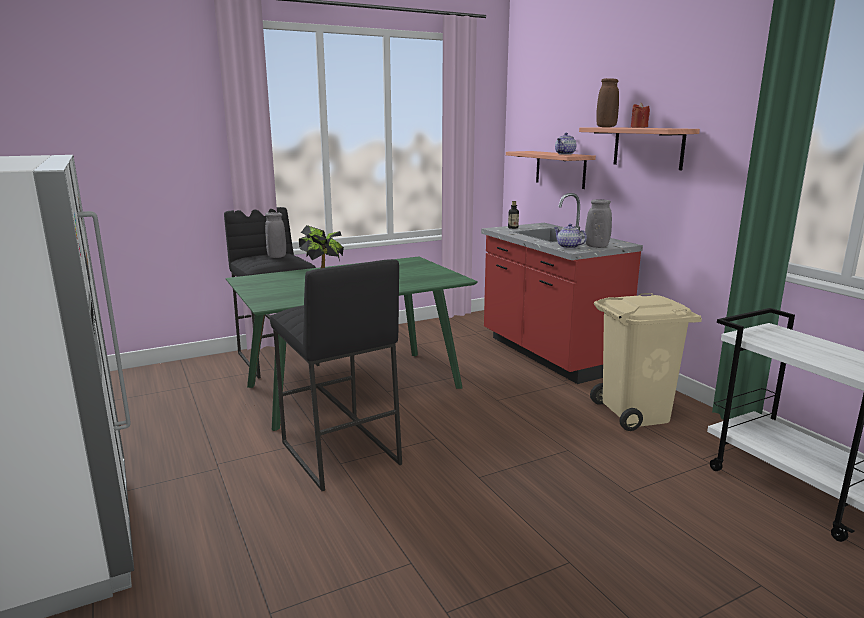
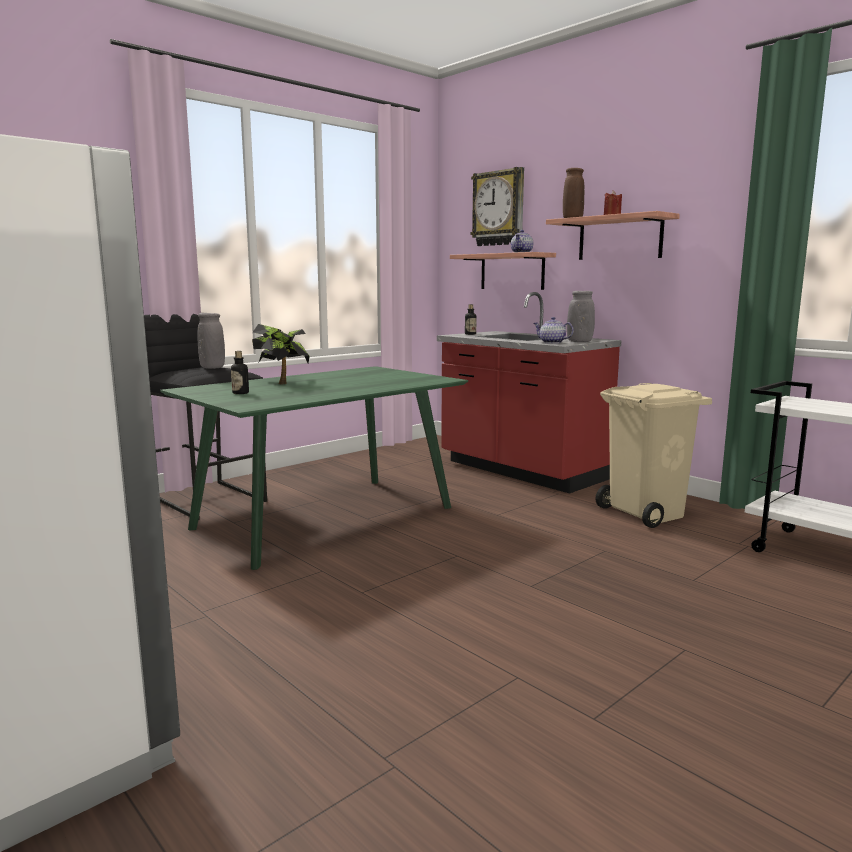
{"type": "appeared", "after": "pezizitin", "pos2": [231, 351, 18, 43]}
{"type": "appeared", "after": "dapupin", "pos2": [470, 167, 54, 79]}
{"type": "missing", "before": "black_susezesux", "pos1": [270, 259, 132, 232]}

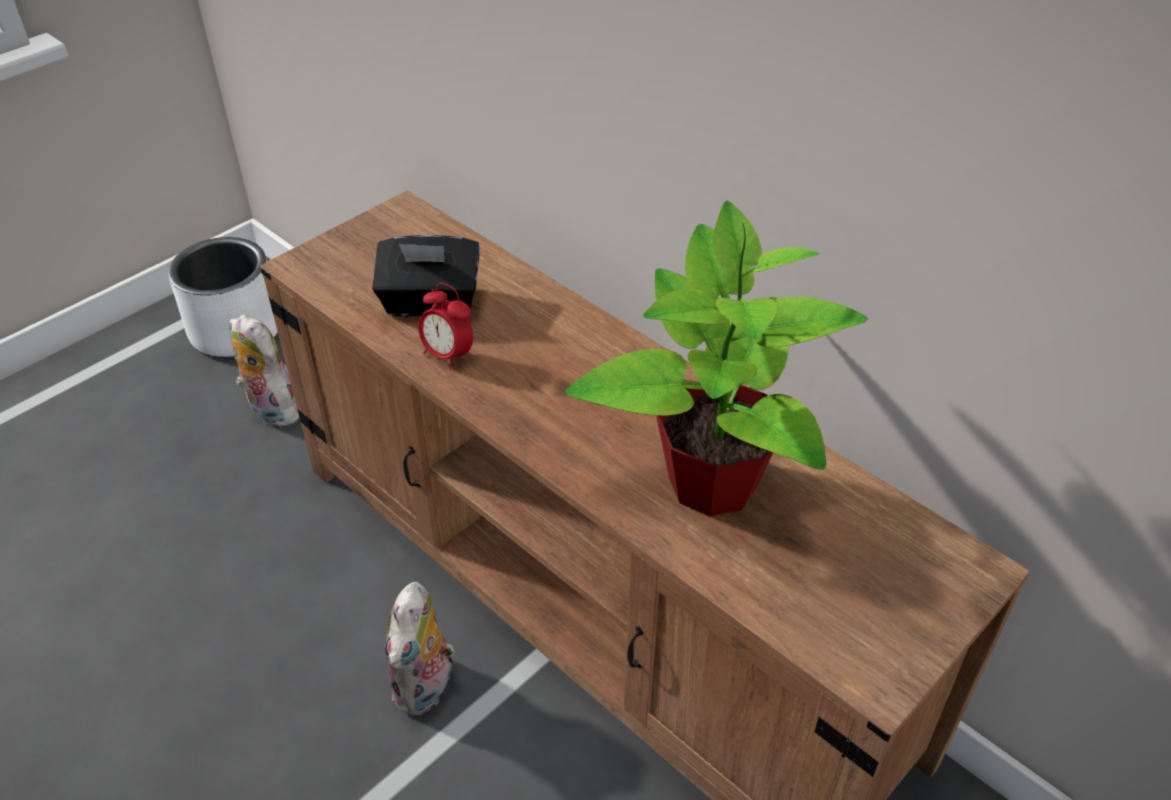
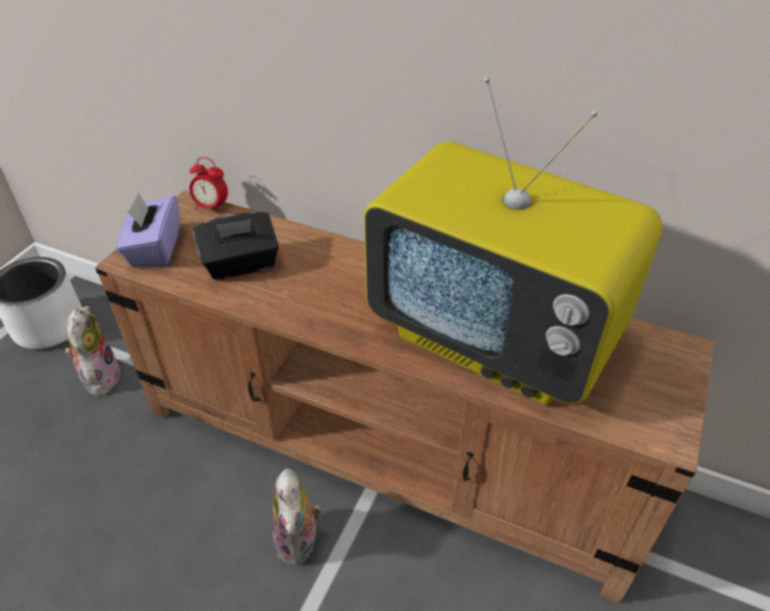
{"type": "spun", "before": "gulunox", "pos1": [229, 314, 70, 113], "pos2": [65, 306, 56, 90], "turn": 60}
{"type": "appeared", "after": "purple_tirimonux", "pos2": [116, 192, 63, 75]}
{"type": "relocated", "before": "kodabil", "pos1": [418, 283, 55, 87], "pos2": [189, 157, 39, 57]}
{"type": "exchanged", "before": "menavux", "after": "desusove", "pos1": [565, 201, 303, 315], "pos2": [364, 77, 298, 328]}

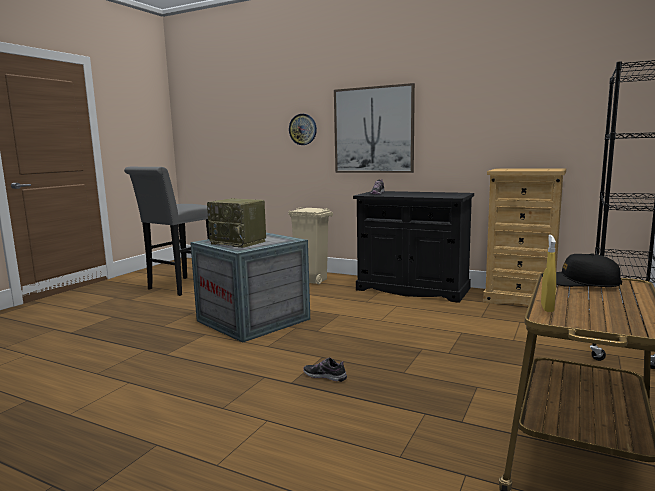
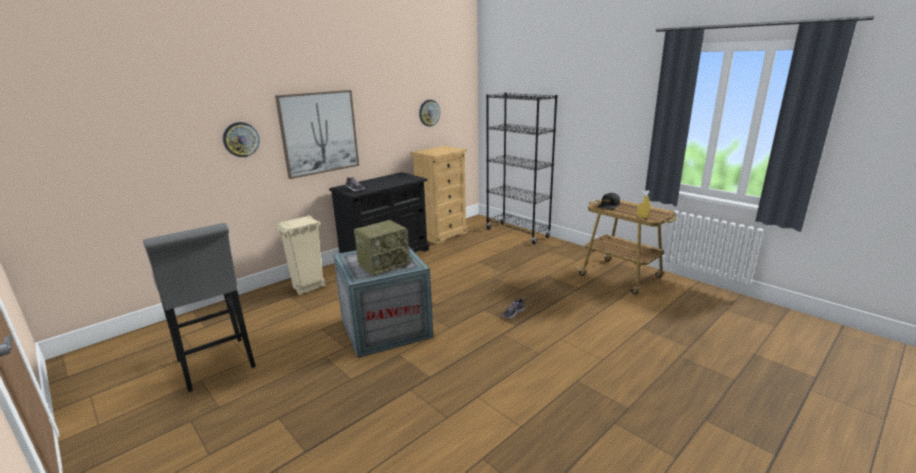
{"type": "appeared", "after": "dapupin", "pos2": [419, 100, 21, 26]}

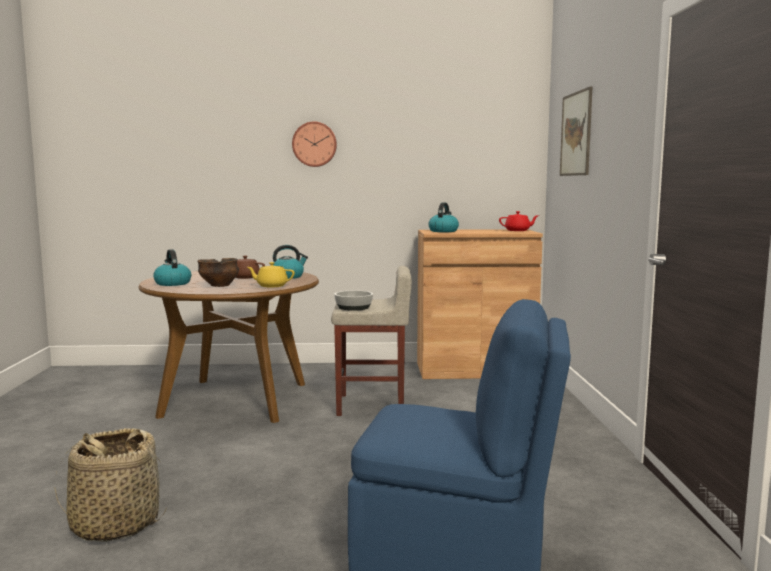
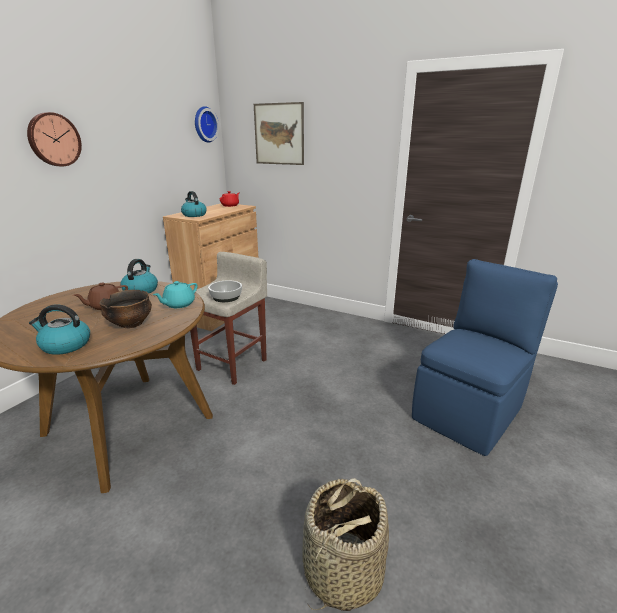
{"type": "colour", "before": "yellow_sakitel", "after": "turquoise_sakitel", "pos1": [247, 262, 48, 25], "pos2": [153, 281, 44, 27]}
{"type": "appeared", "after": "dapupin", "pos2": [195, 106, 24, 37]}

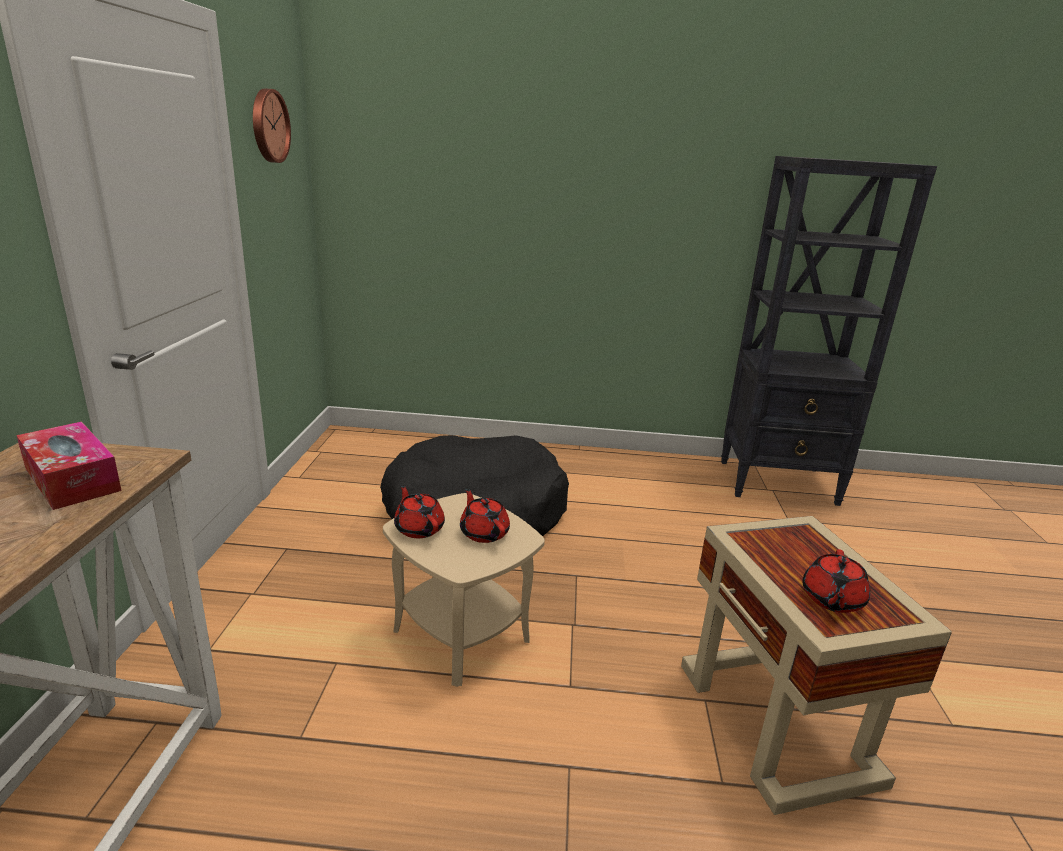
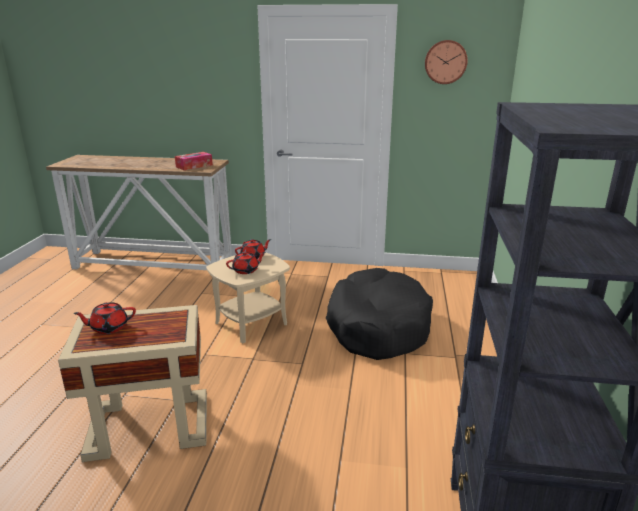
{"type": "spun", "before": "red_sakitel", "pos1": [802, 549, 68, 64], "pos2": [73, 302, 63, 32], "turn": -45}

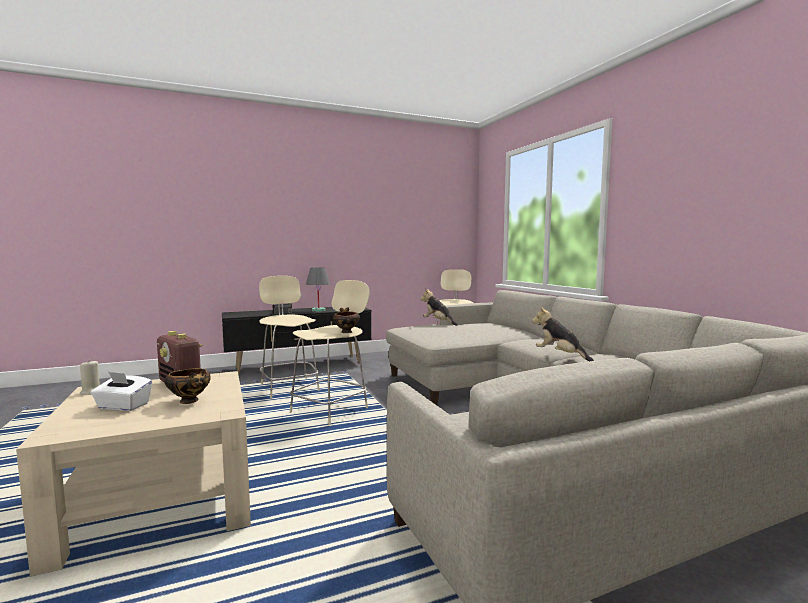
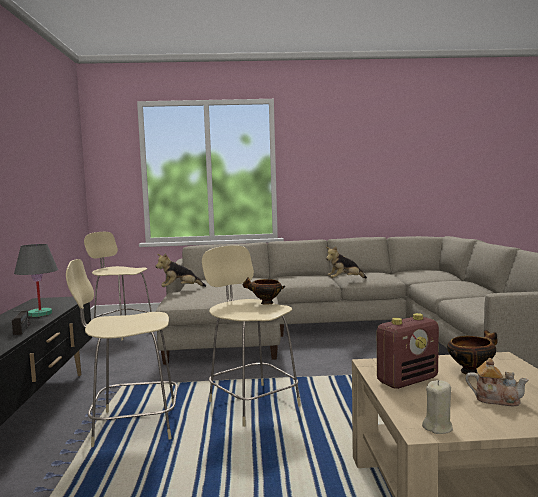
{"type": "exchanged", "before": "white_tirimonux", "after": "sakitel", "pos1": [91, 372, 61, 39], "pos2": [466, 358, 63, 48]}

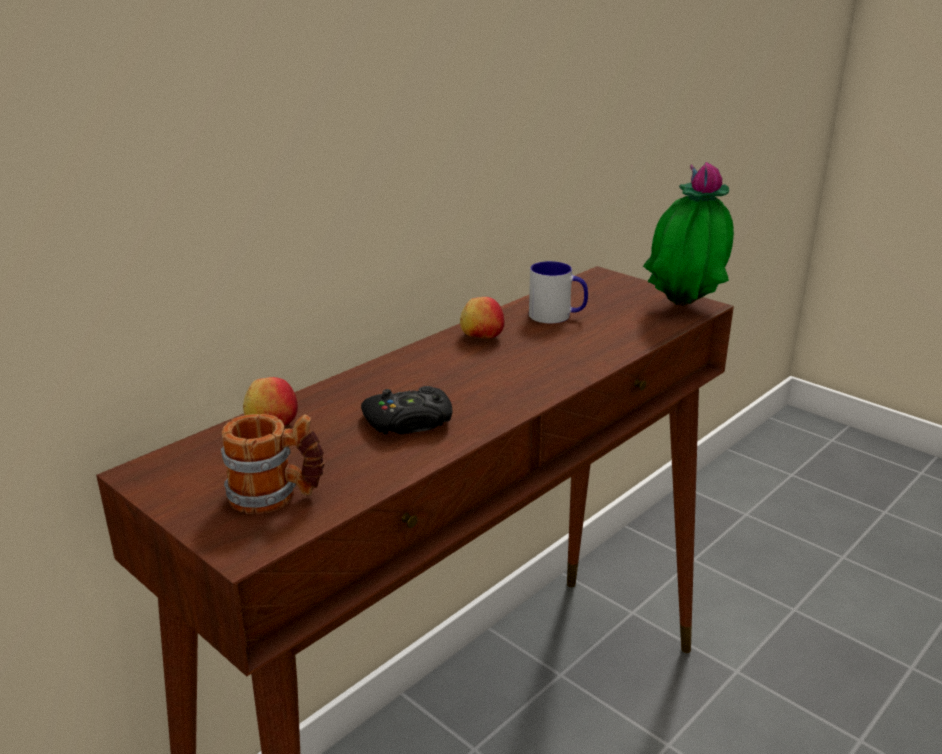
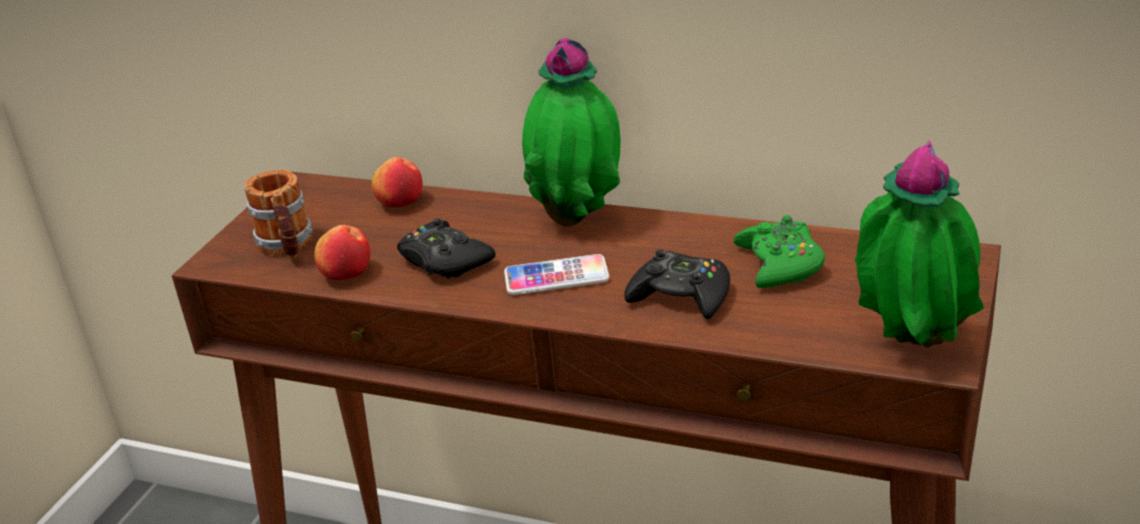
{"type": "relocated", "before": "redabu", "pos1": [460, 297, 44, 42], "pos2": [314, 225, 57, 55]}
{"type": "appeared", "after": "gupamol", "pos2": [504, 254, 105, 41]}
{"type": "appeared", "after": "menavux", "pos2": [522, 38, 99, 189]}
{"type": "appeared", "after": "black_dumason", "pos2": [624, 249, 106, 71]}
{"type": "exchanged", "before": "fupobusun", "after": "green_dumason", "pos1": [529, 261, 59, 62], "pos2": [733, 215, 92, 73]}

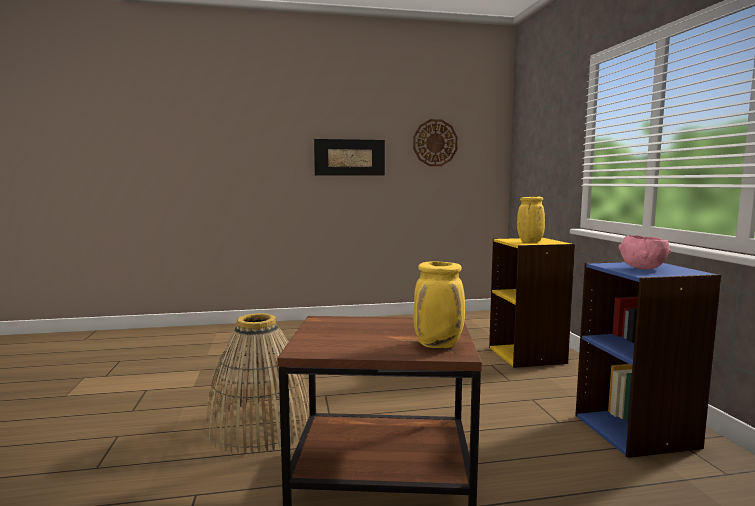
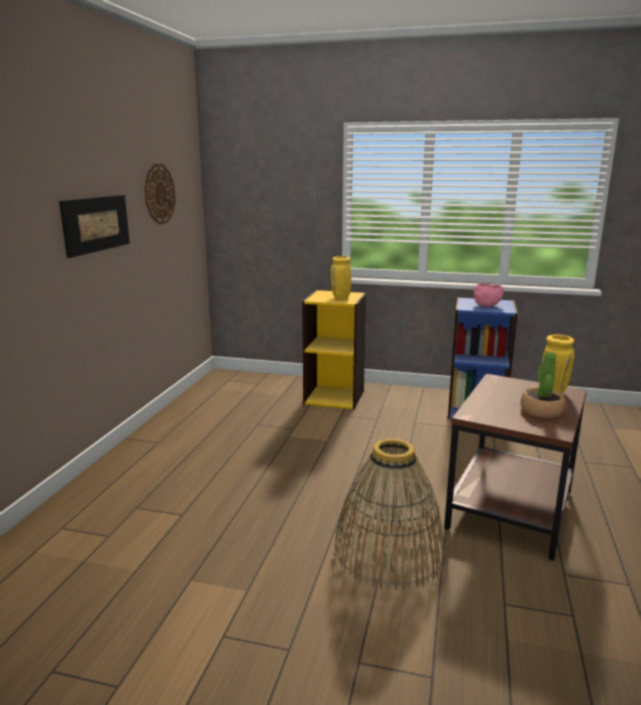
{"type": "appeared", "after": "menavux", "pos2": [521, 351, 45, 67]}

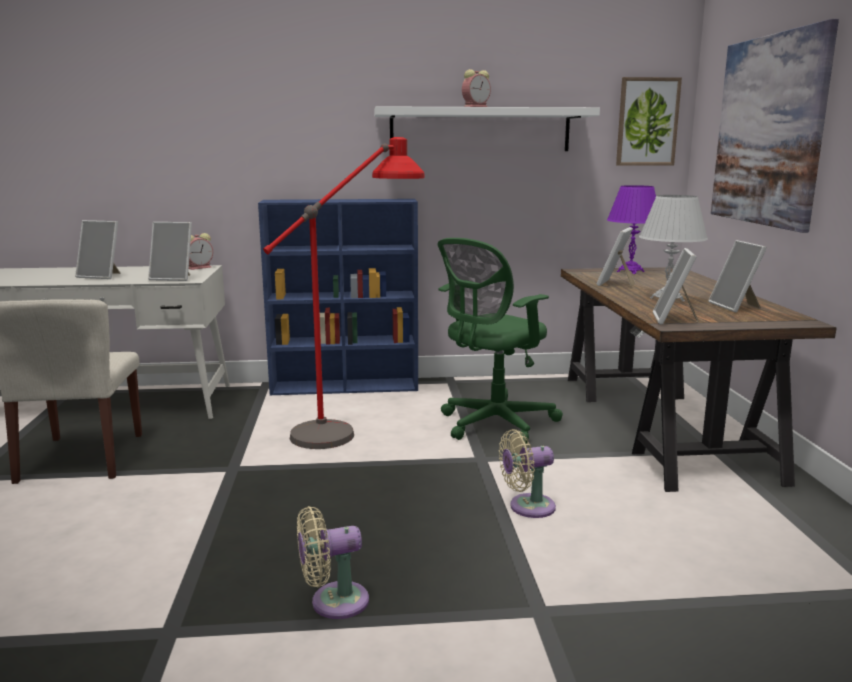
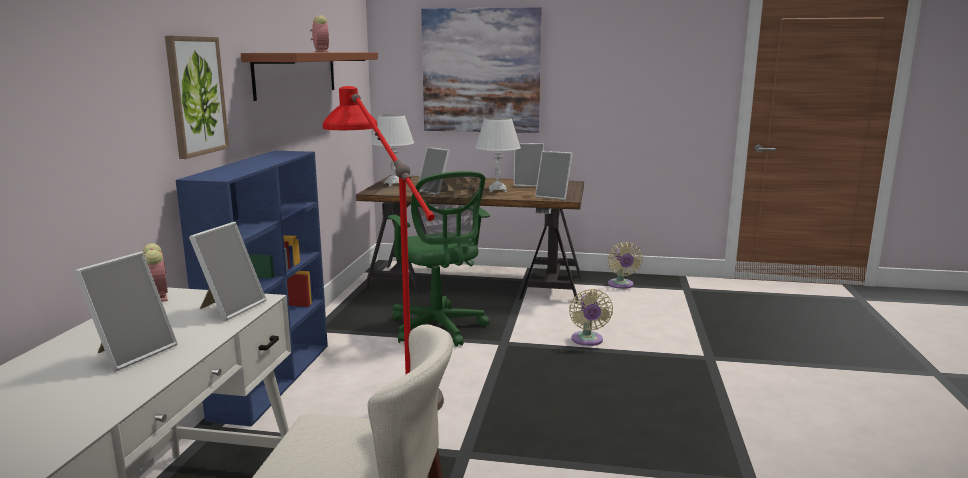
{"type": "relocated", "before": "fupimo", "pos1": [616, 77, 66, 89], "pos2": [165, 36, 64, 123]}
{"type": "colour", "before": "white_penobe", "after": "brown_penobe", "pos1": [374, 106, 226, 45], "pos2": [241, 53, 137, 48]}
{"type": "colour", "before": "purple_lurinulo", "after": "white_lurinulo", "pos1": [607, 185, 49, 89], "pos2": [371, 114, 43, 72]}
{"type": "relocated", "before": "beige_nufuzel", "pos1": [297, 506, 72, 113], "pos2": [608, 242, 35, 47]}

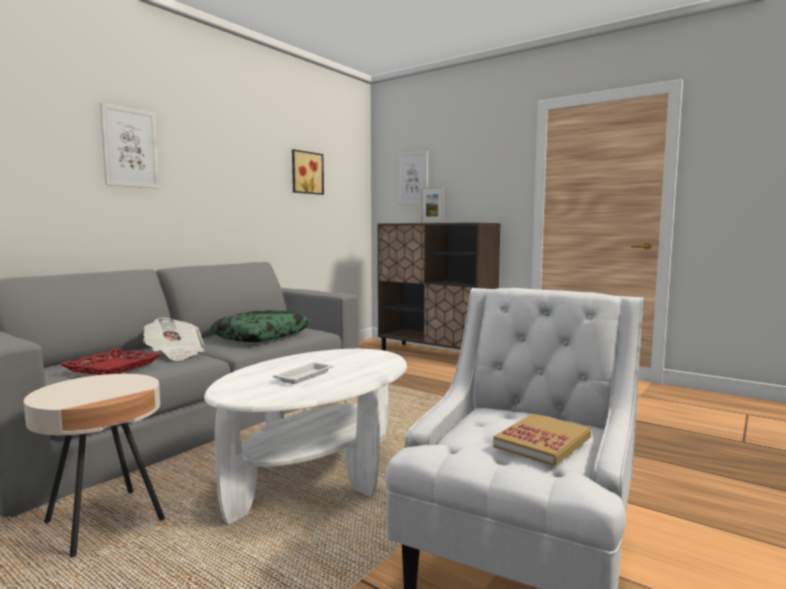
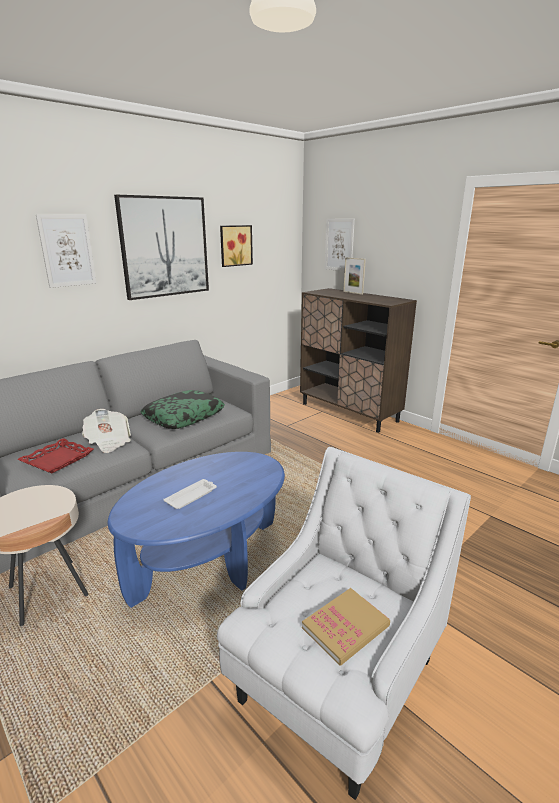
{"type": "colour", "before": "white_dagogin", "after": "blue_dagogin", "pos1": [204, 349, 203, 175], "pos2": [108, 452, 177, 156]}
{"type": "appeared", "after": "fupimo", "pos2": [114, 195, 95, 105]}

